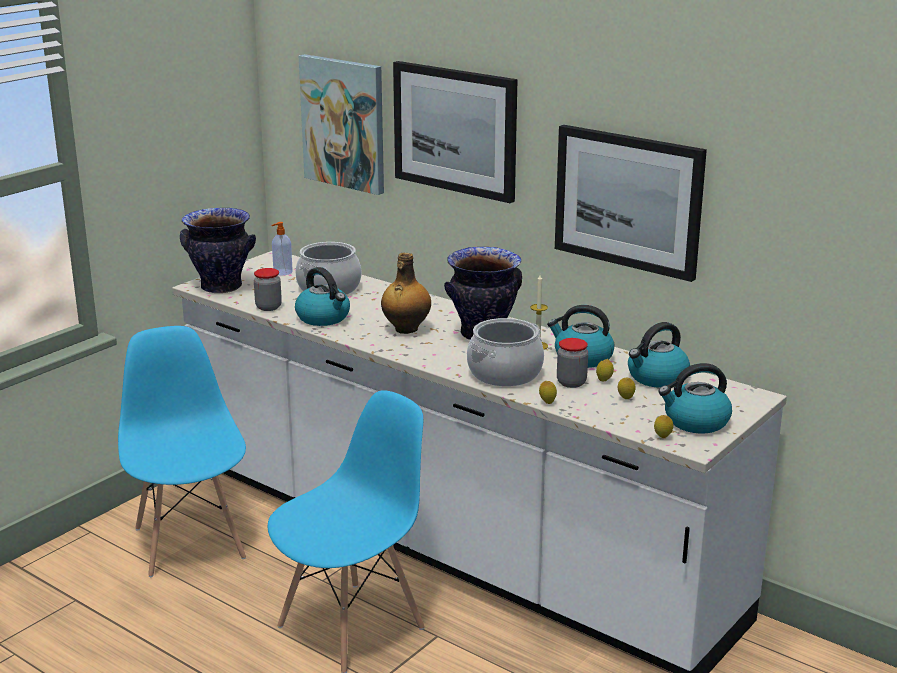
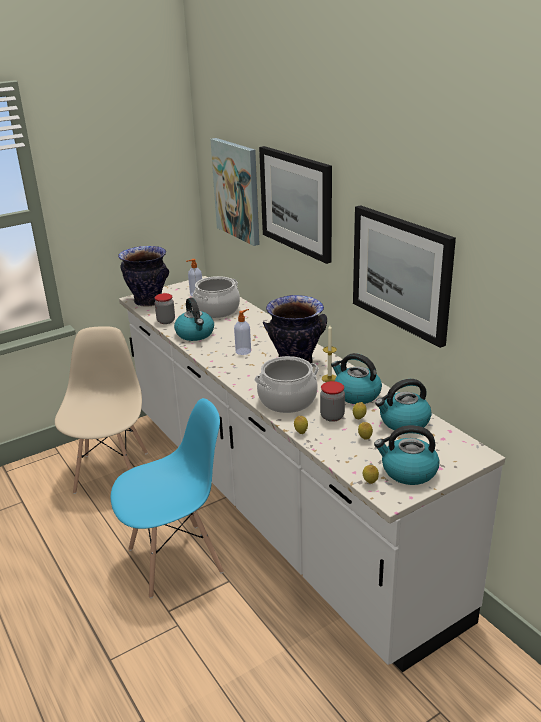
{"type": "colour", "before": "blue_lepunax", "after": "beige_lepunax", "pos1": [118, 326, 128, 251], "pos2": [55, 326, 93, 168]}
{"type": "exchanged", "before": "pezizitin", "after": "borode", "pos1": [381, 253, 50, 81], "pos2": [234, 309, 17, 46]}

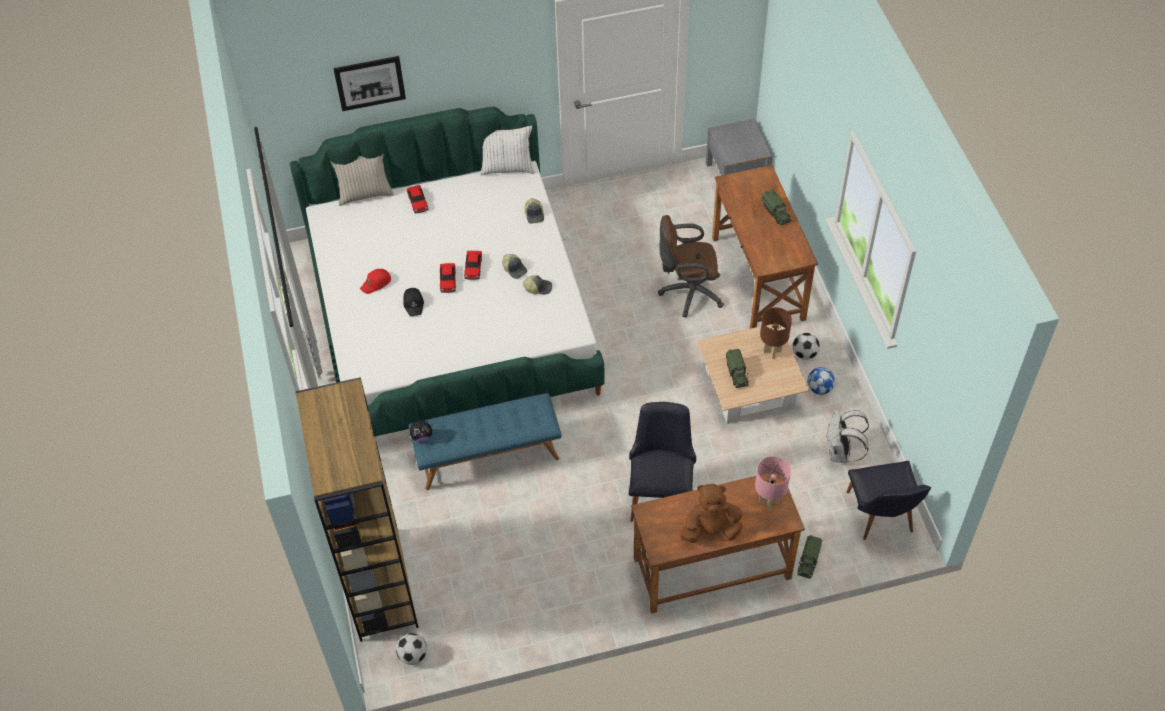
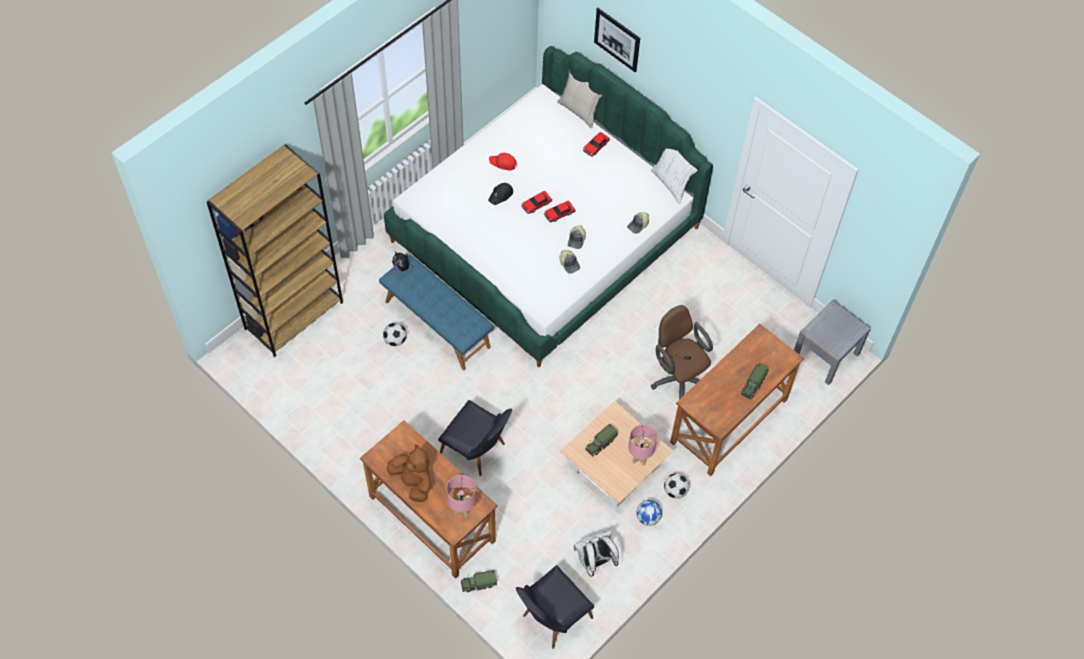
{"type": "relocated", "before": "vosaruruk", "pos1": [396, 633, 31, 32], "pos2": [383, 323, 24, 23]}
{"type": "spun", "before": "black_lepunax", "pos1": [629, 402, 67, 120], "pos2": [438, 400, 74, 76], "turn": 60}
{"type": "colour", "before": "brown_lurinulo", "after": "pink_lurinulo", "pos1": [760, 307, 32, 52], "pos2": [628, 424, 29, 42]}

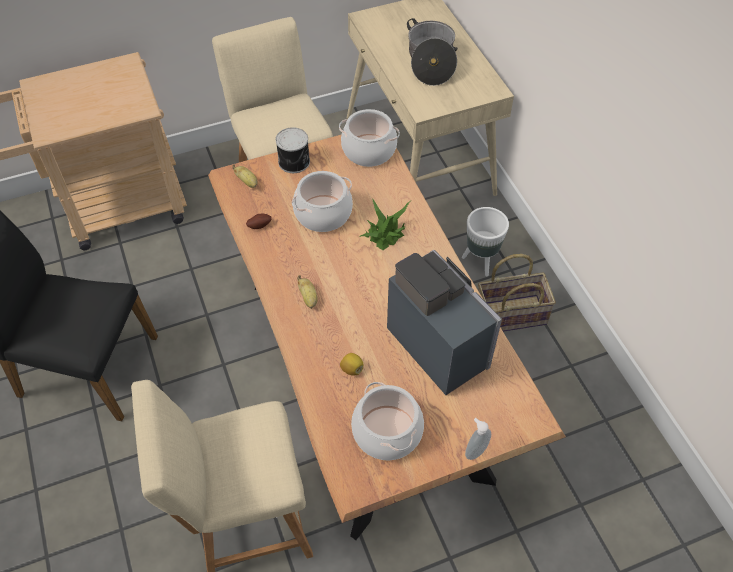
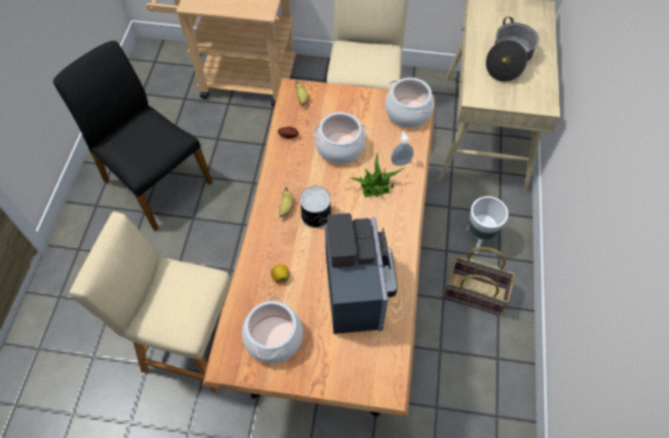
{"type": "relocated", "before": "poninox", "pos1": [276, 127, 34, 46], "pos2": [300, 186, 31, 42]}
{"type": "relocated", "before": "borode", "pos1": [465, 418, 26, 42], "pos2": [391, 132, 23, 34]}

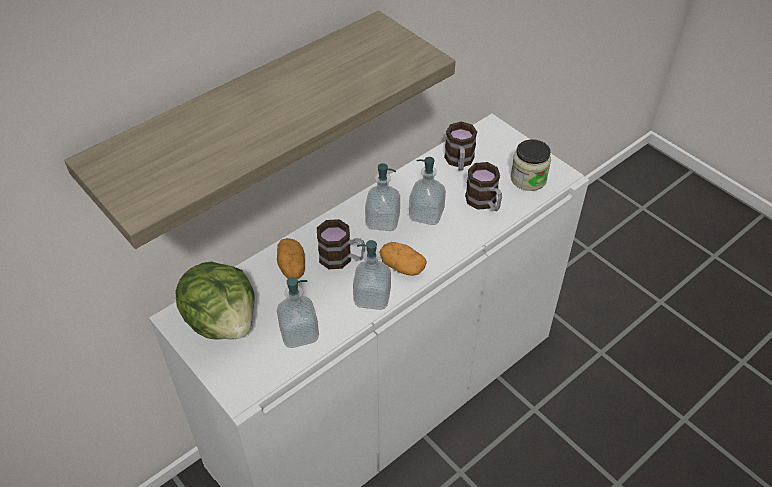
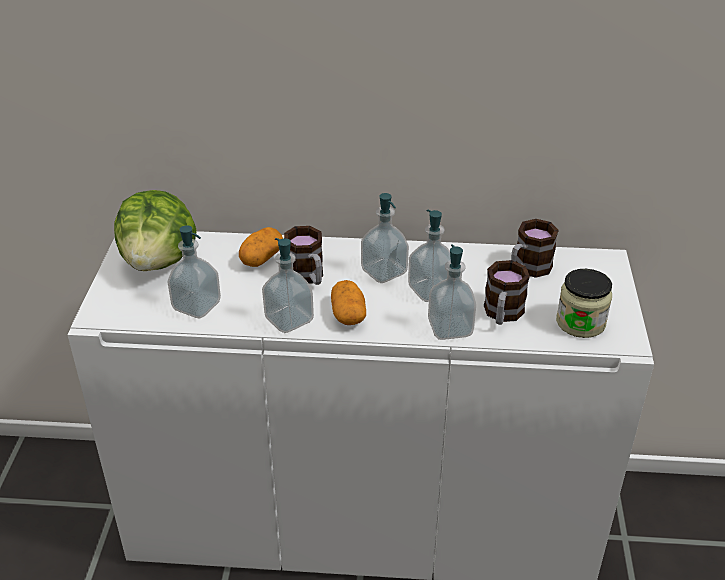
{"type": "appeared", "after": "borode", "pos2": [428, 244, 48, 96]}
{"type": "missing", "before": "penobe", "pos1": [64, 11, 391, 238]}

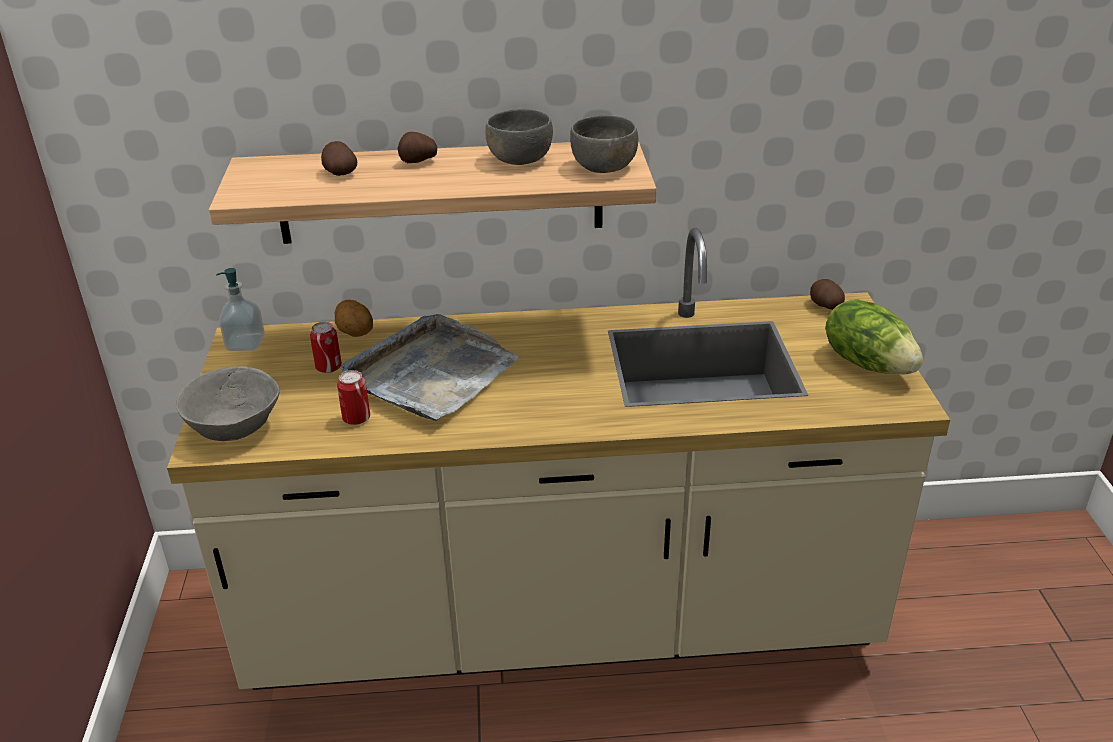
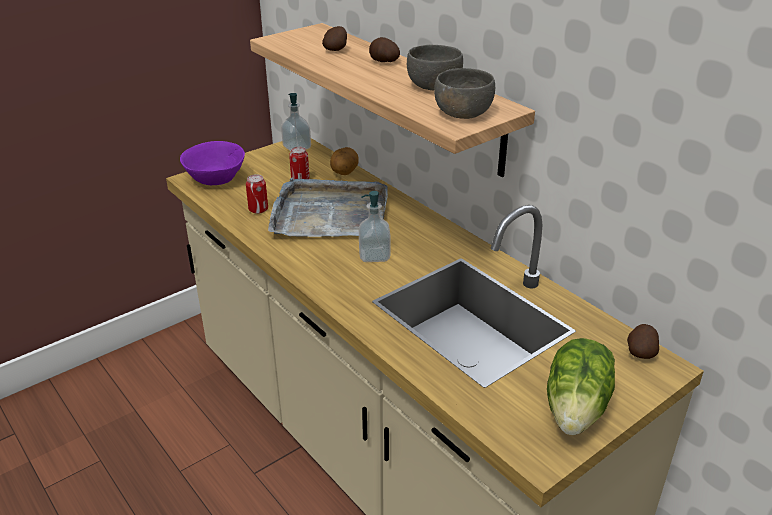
{"type": "colour", "before": "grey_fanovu", "after": "purple_fanovu", "pos1": [176, 366, 104, 75], "pos2": [180, 141, 65, 44]}
{"type": "appeared", "after": "borode", "pos2": [359, 191, 32, 71]}

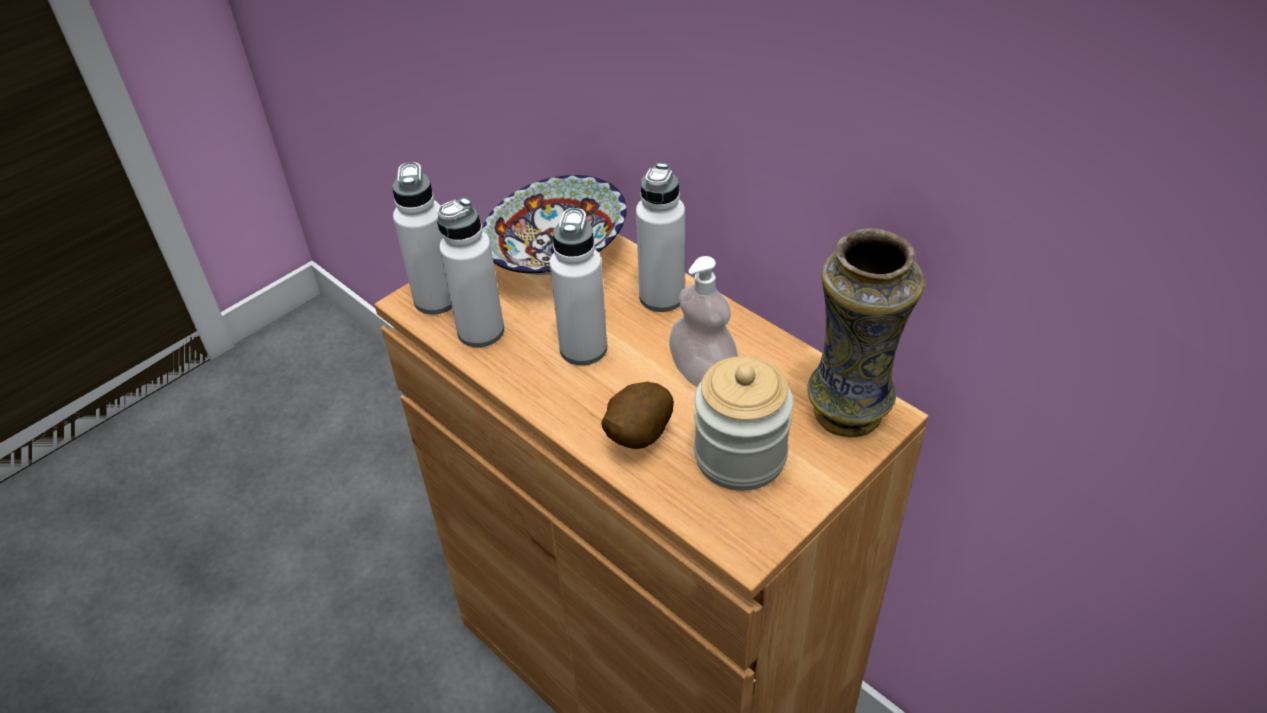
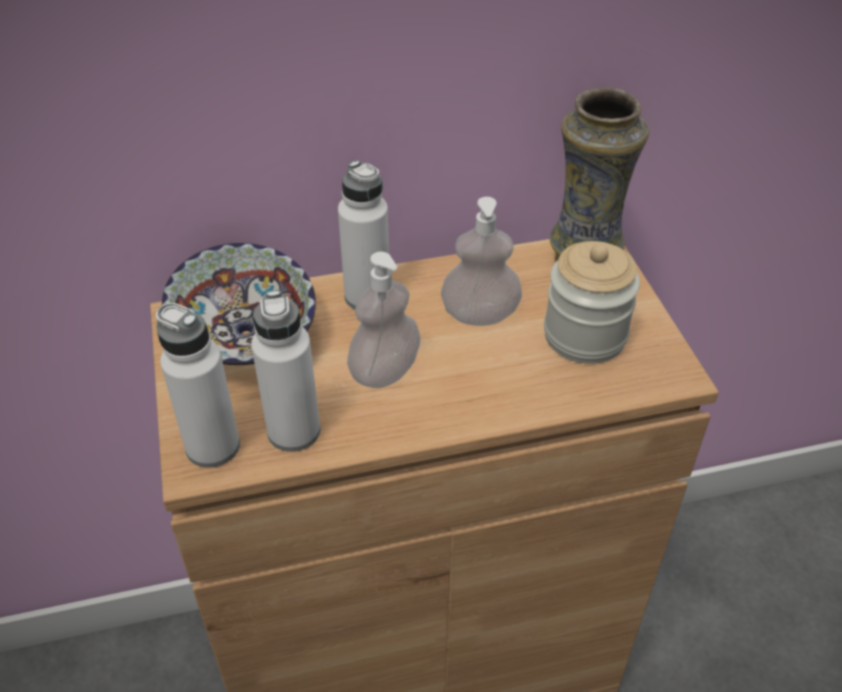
{"type": "exchanged", "before": "white_pezizitin", "after": "borode", "pos1": [550, 208, 57, 157], "pos2": [347, 252, 73, 136]}
{"type": "missing", "before": "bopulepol", "pos1": [602, 382, 72, 67]}

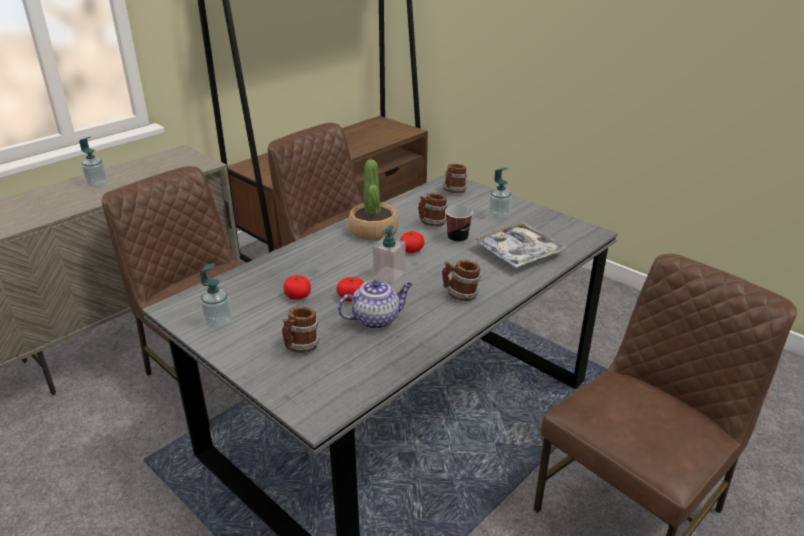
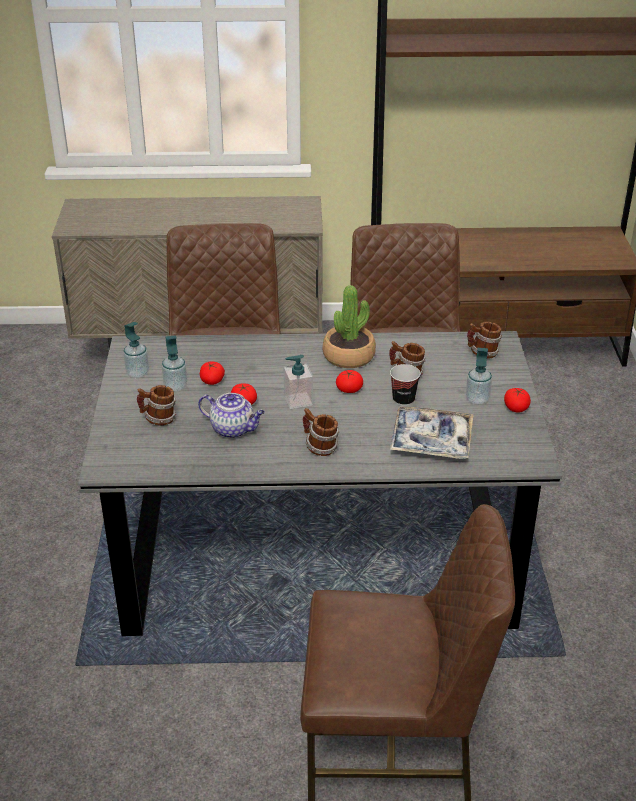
{"type": "relocated", "before": "borode", "pos1": [79, 137, 28, 51], "pos2": [162, 335, 25, 57]}
{"type": "appeared", "after": "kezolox", "pos2": [504, 388, 27, 24]}

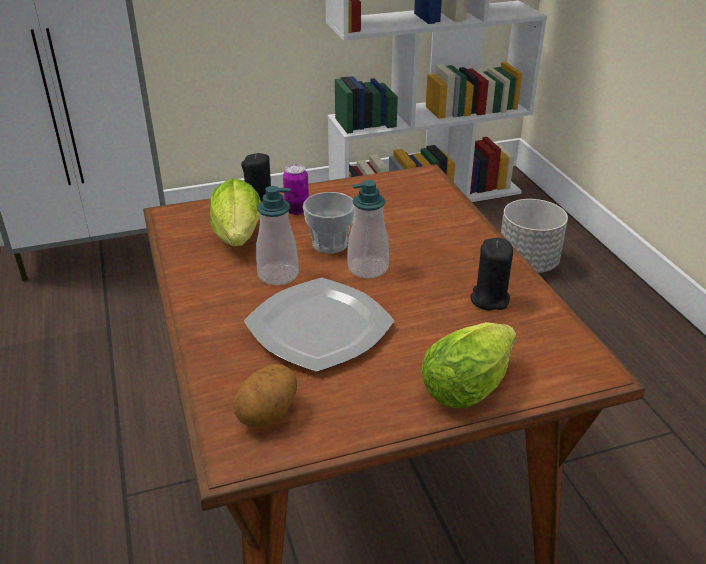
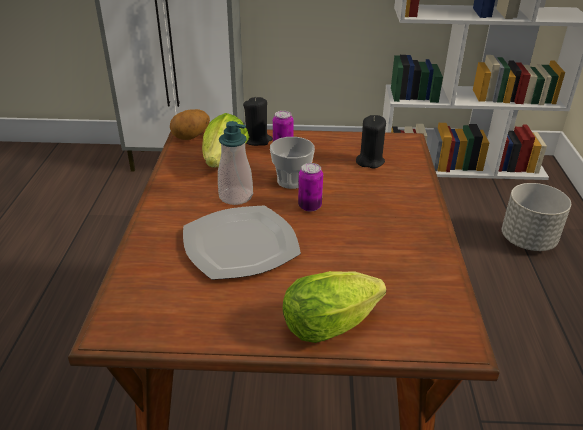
{"type": "relocated", "before": "bopulepol", "pos1": [233, 364, 64, 63], "pos2": [170, 109, 40, 31]}
{"type": "exchanged", "before": "borode", "after": "poninox", "pos1": [347, 180, 42, 98], "pos2": [298, 163, 25, 49]}
{"type": "relocated", "before": "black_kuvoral", "pos1": [470, 238, 43, 72], "pos2": [356, 115, 30, 53]}

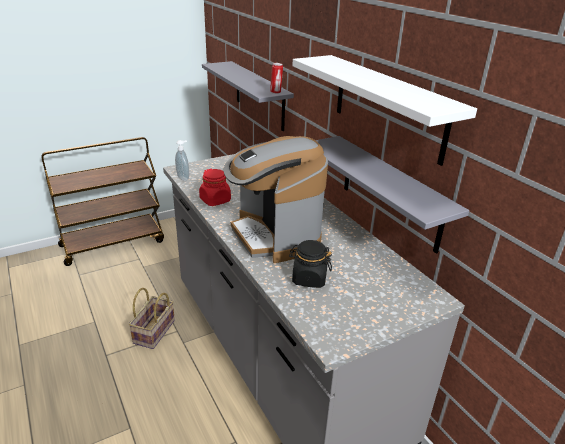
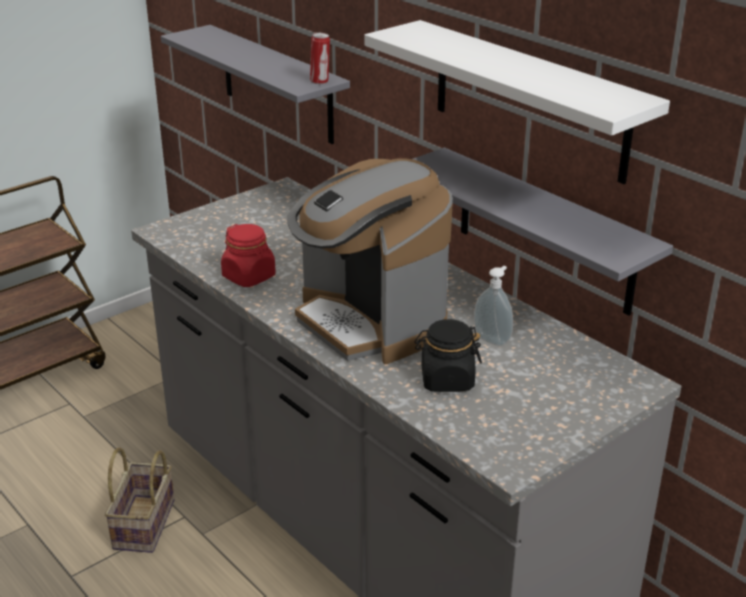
{"type": "relocated", "before": "borode", "pos1": [175, 140, 14, 41], "pos2": [474, 266, 39, 80]}

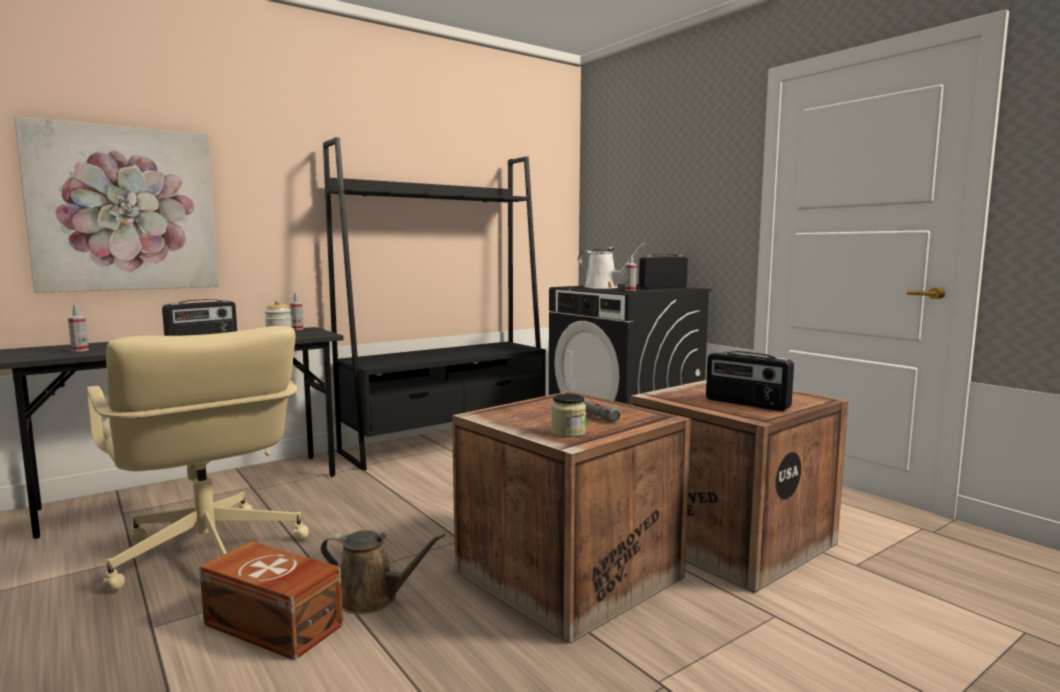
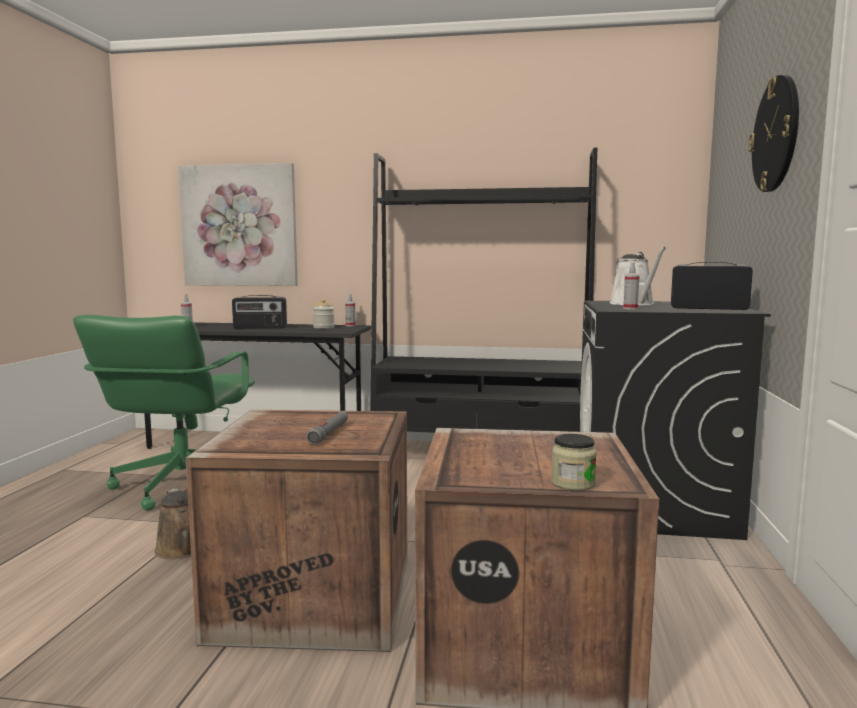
{"type": "colour", "before": "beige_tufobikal", "after": "green_tufobikal", "pos1": [87, 326, 222, 265], "pos2": [73, 315, 182, 195]}
{"type": "relocated", "before": "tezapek", "pos1": [551, 394, 35, 44], "pos2": [551, 434, 46, 57]}
{"type": "appeared", "after": "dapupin", "pos2": [748, 75, 51, 117]}
{"type": "missing", "before": "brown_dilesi", "pos1": [199, 541, 144, 119]}
{"type": "missing", "before": "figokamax", "pos1": [706, 351, 88, 60]}

